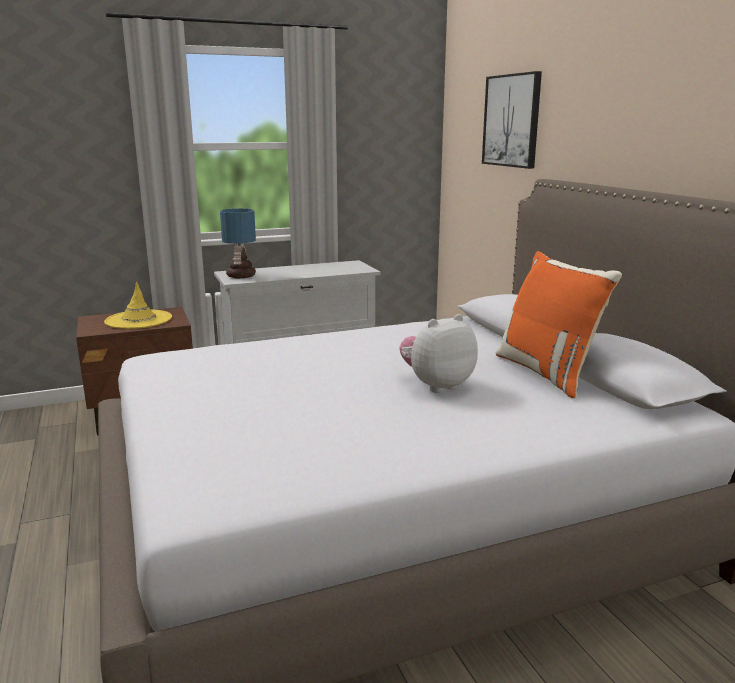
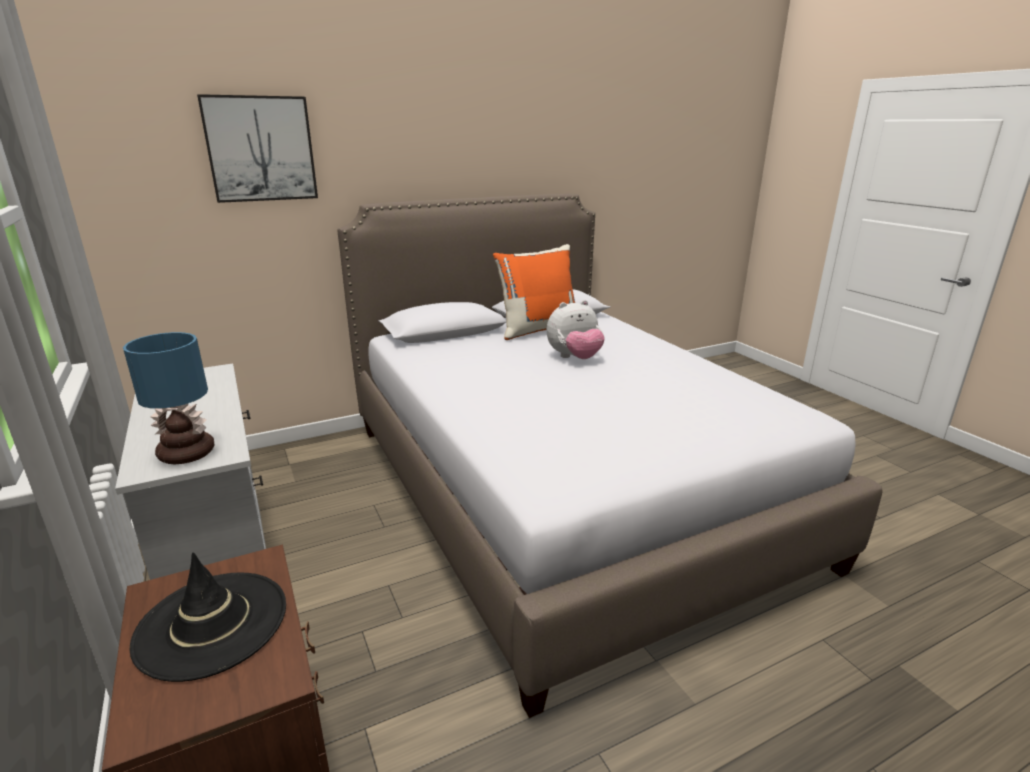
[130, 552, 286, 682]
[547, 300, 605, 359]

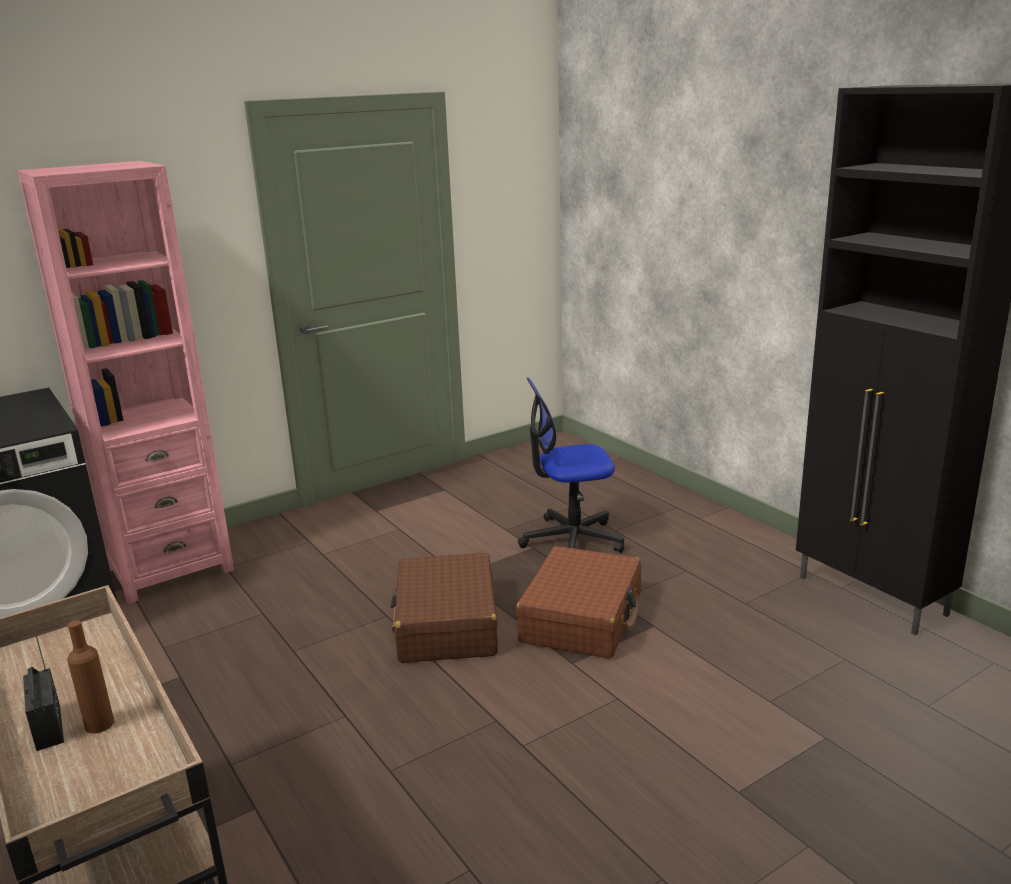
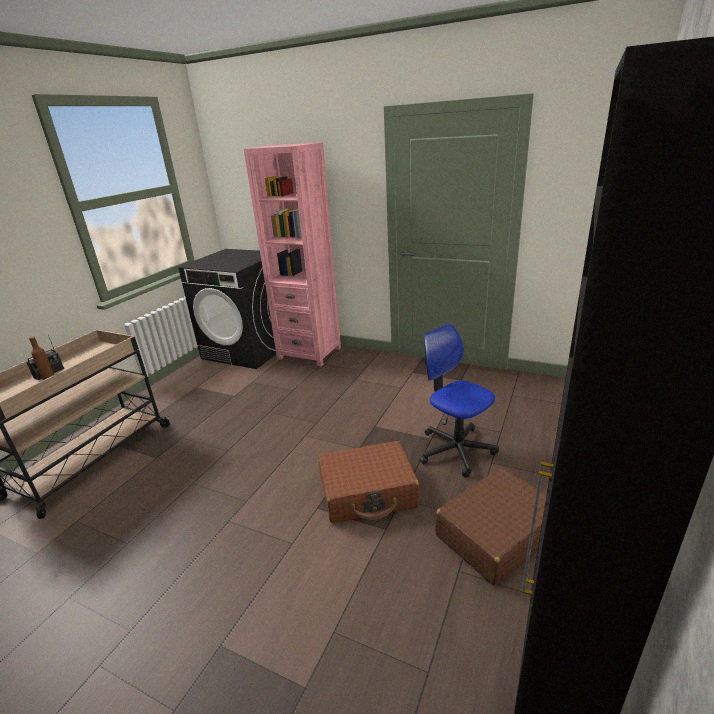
[435, 468, 546, 586]

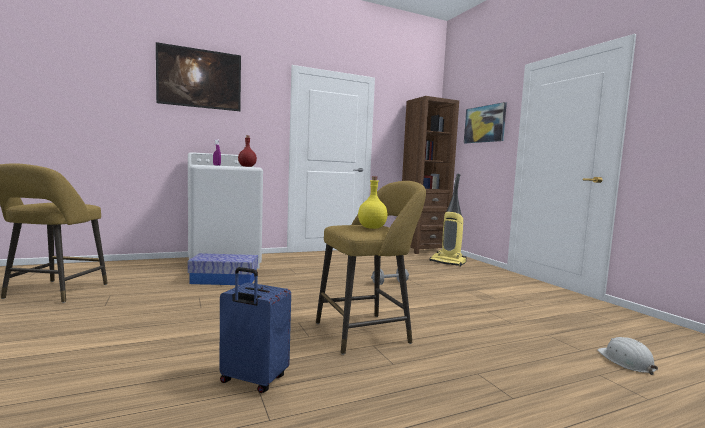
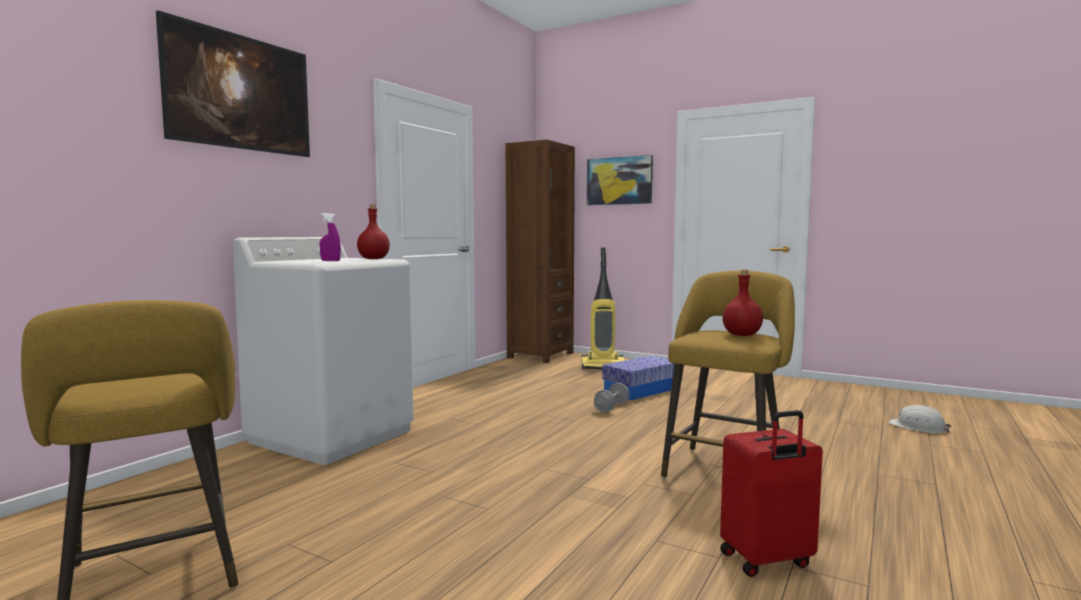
[602, 356, 674, 400]
[720, 410, 823, 577]
[722, 270, 763, 336]

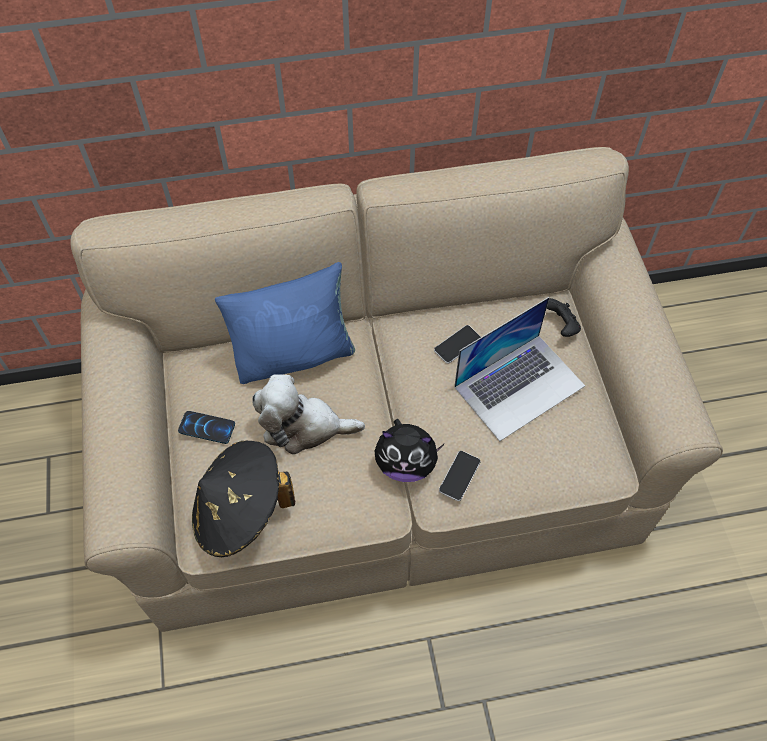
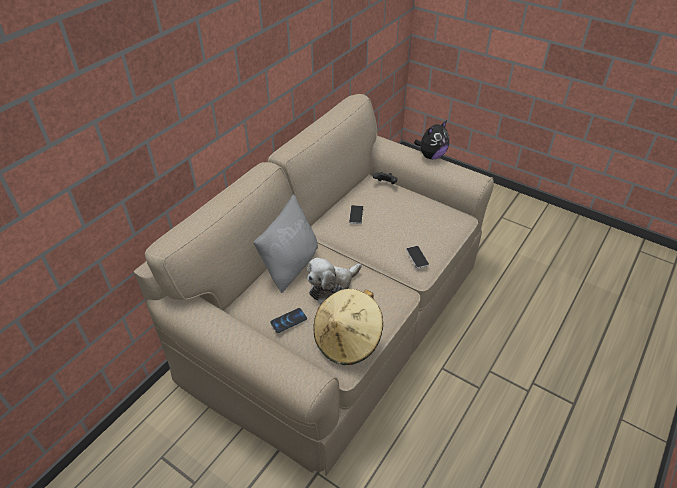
[454, 297, 585, 441] (first image)
[414, 120, 449, 159]
[314, 289, 383, 365]
[254, 195, 318, 293]

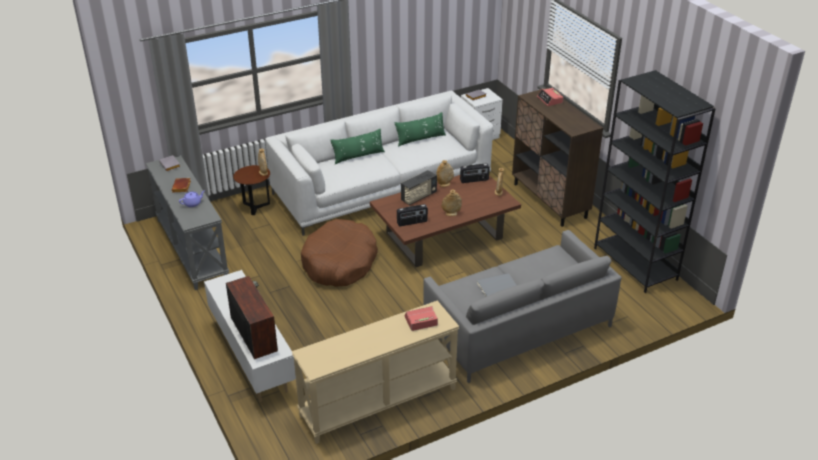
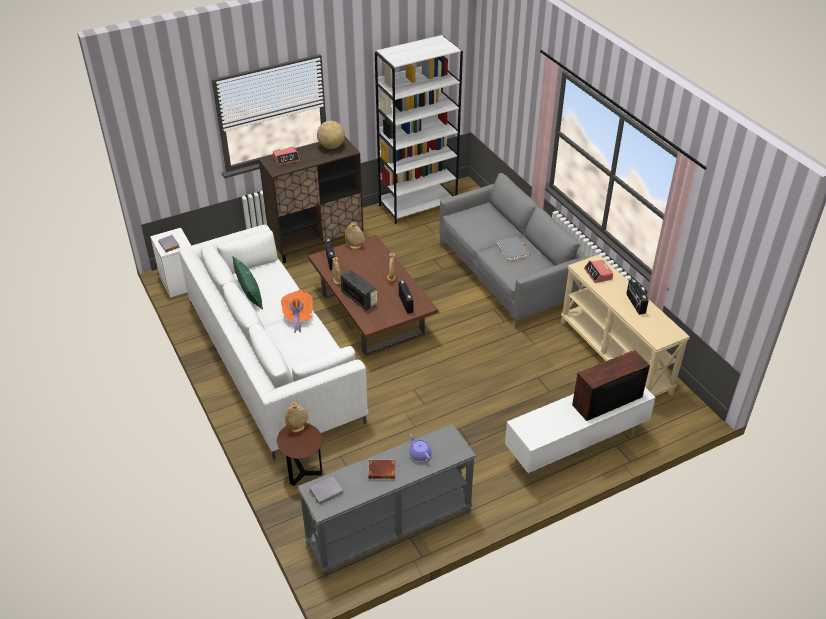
[301, 219, 378, 287] (first image)
[330, 128, 385, 164] (first image)
[281, 289, 313, 333]
[317, 121, 345, 149]
[626, 279, 649, 315]
[375, 35, 463, 224]

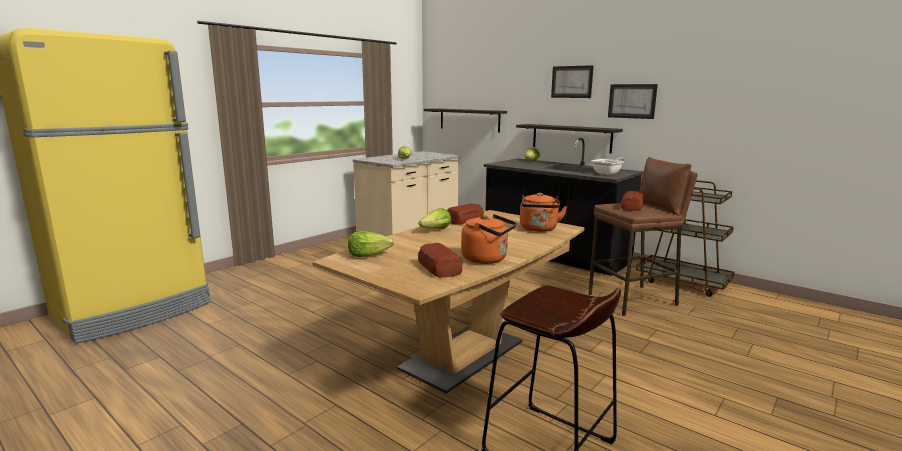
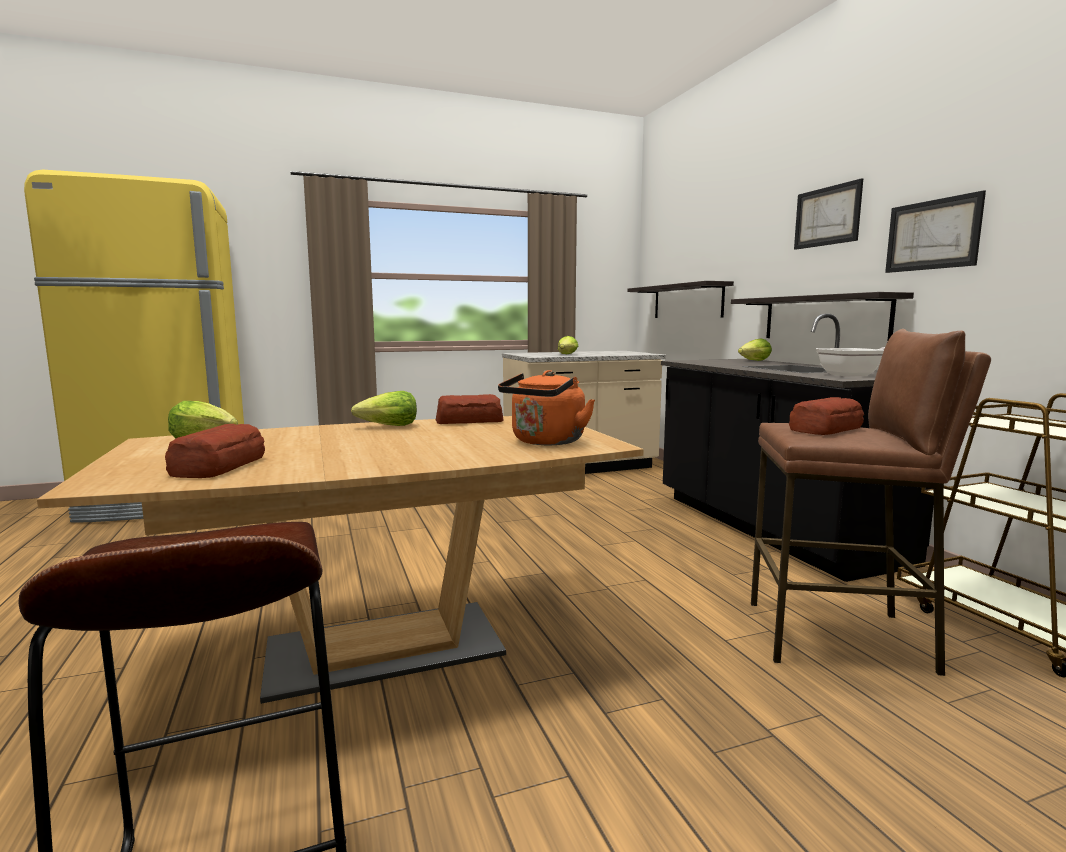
[461, 214, 516, 264] (first image)

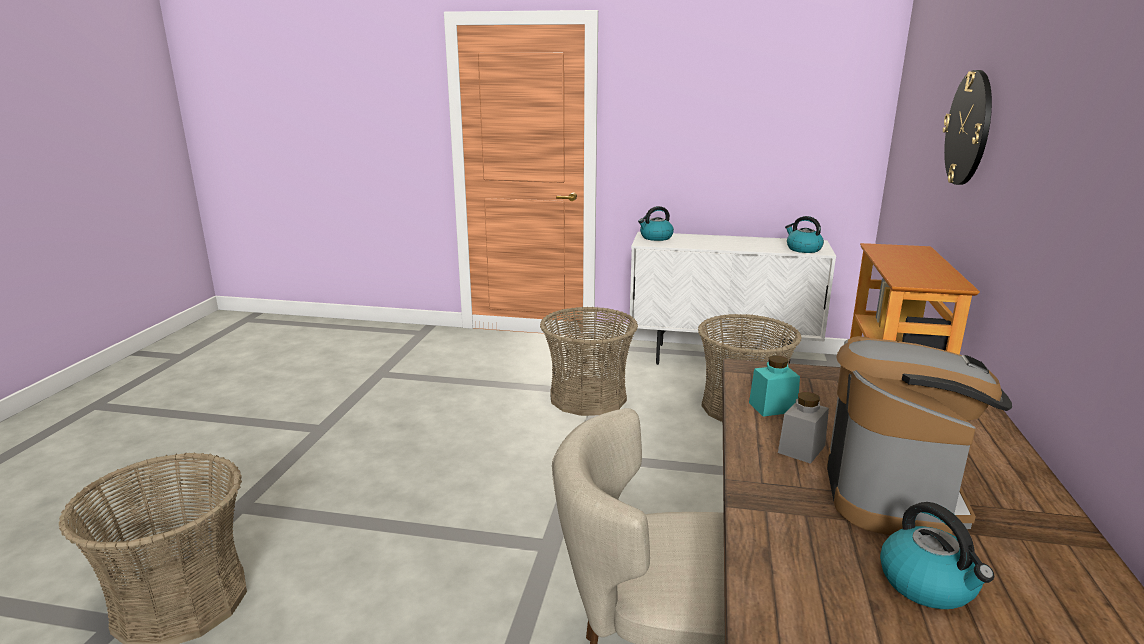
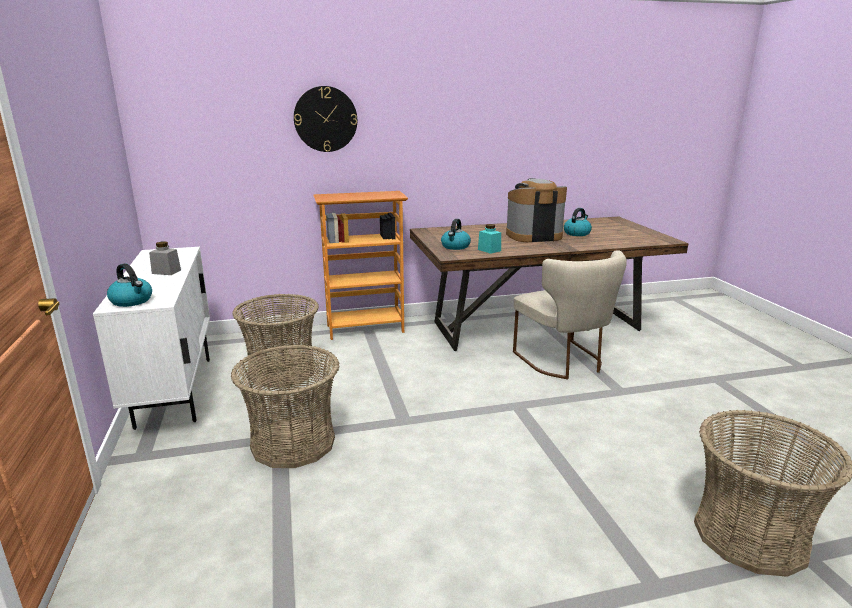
[149, 241, 181, 275]
[441, 219, 471, 250]

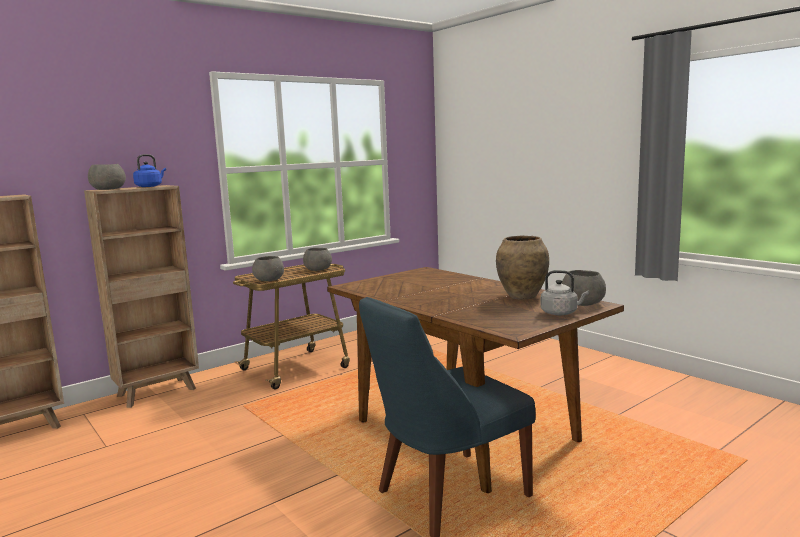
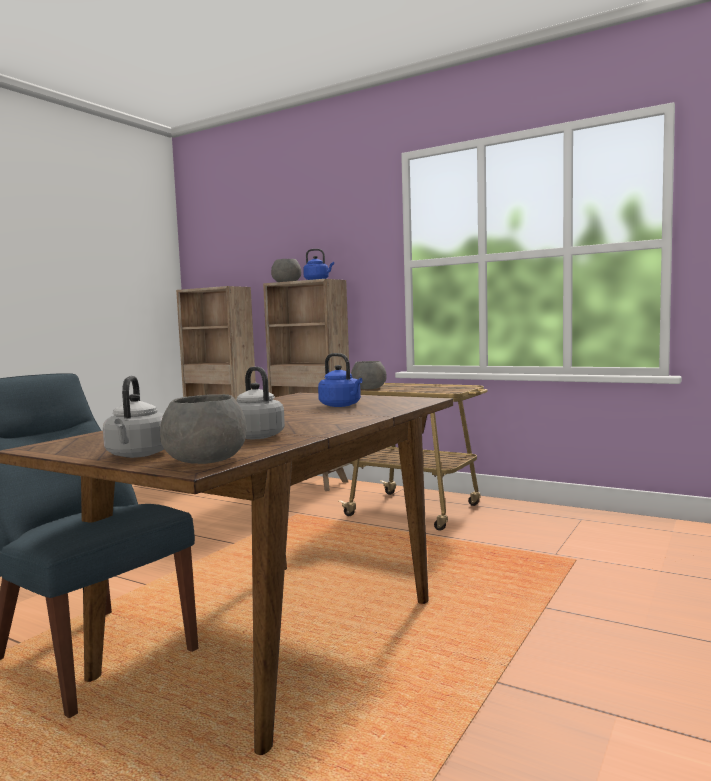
[303, 248, 332, 271] (first image)
[318, 353, 362, 407]
[236, 367, 285, 439]

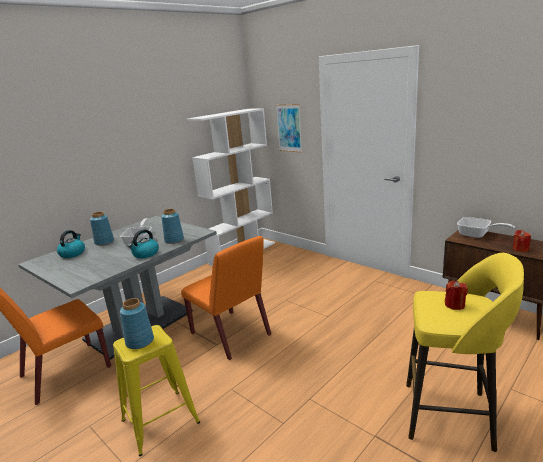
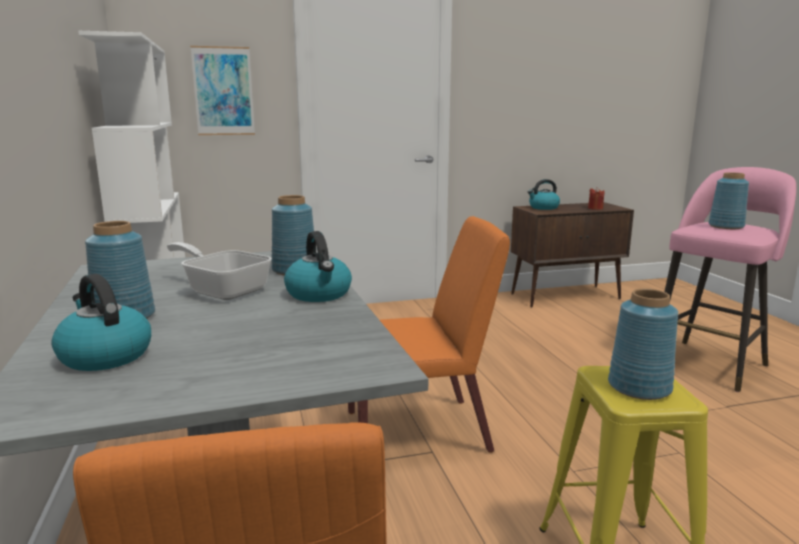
[708, 172, 749, 229]
[528, 179, 560, 210]
[664, 167, 796, 392]

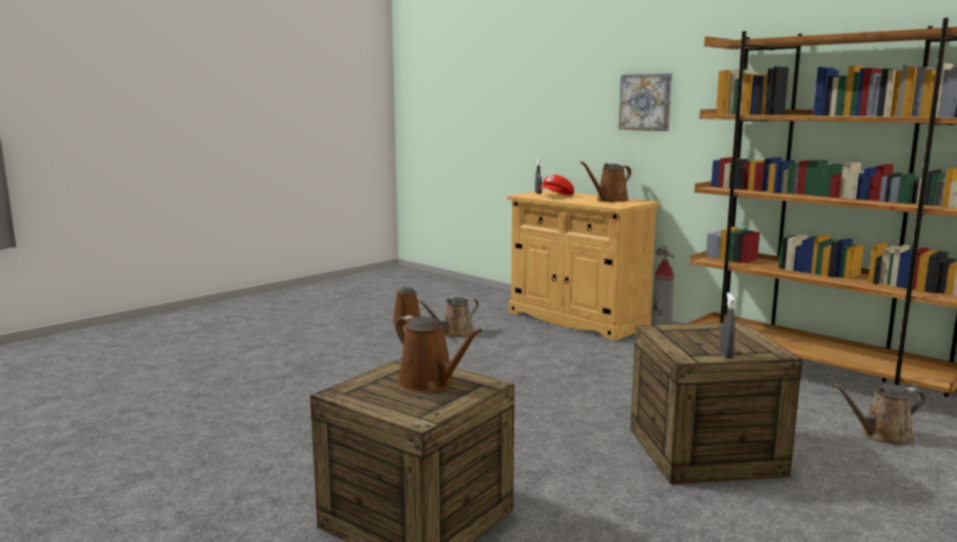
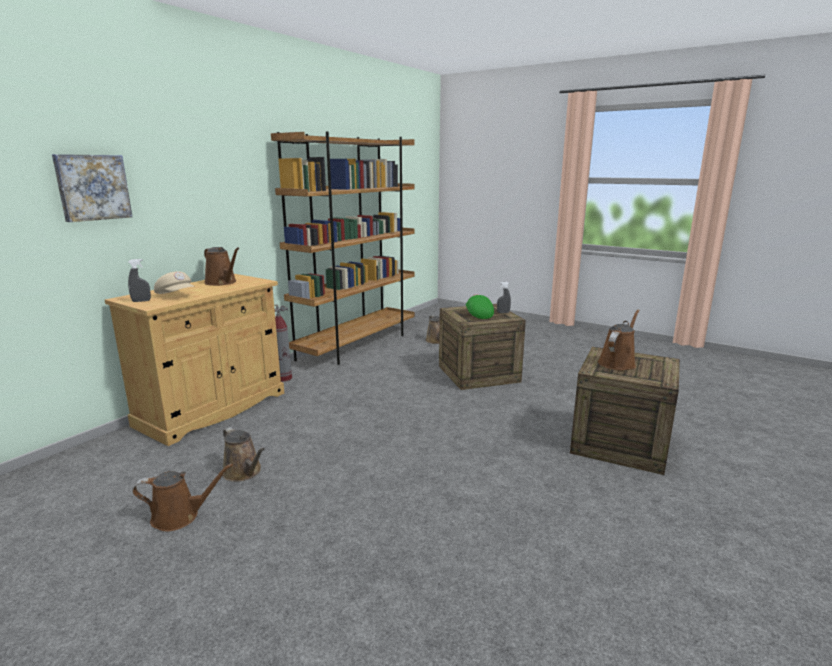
[466, 294, 494, 319]
[52, 154, 132, 222]
[154, 271, 195, 294]

